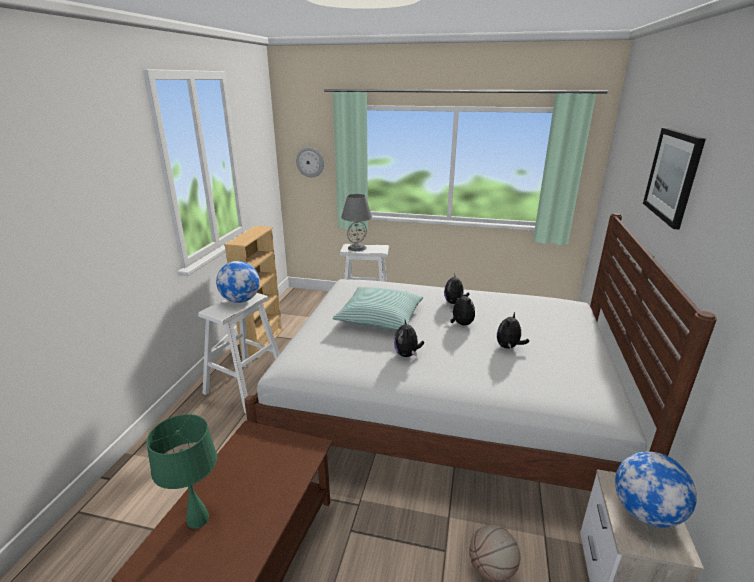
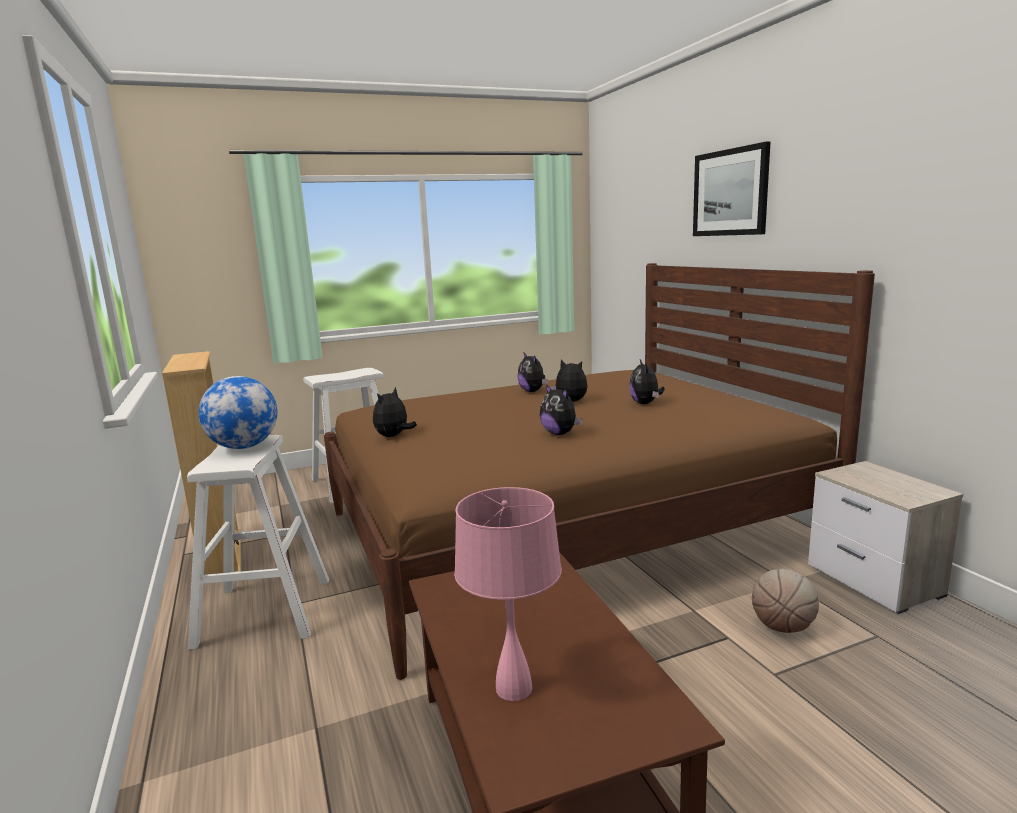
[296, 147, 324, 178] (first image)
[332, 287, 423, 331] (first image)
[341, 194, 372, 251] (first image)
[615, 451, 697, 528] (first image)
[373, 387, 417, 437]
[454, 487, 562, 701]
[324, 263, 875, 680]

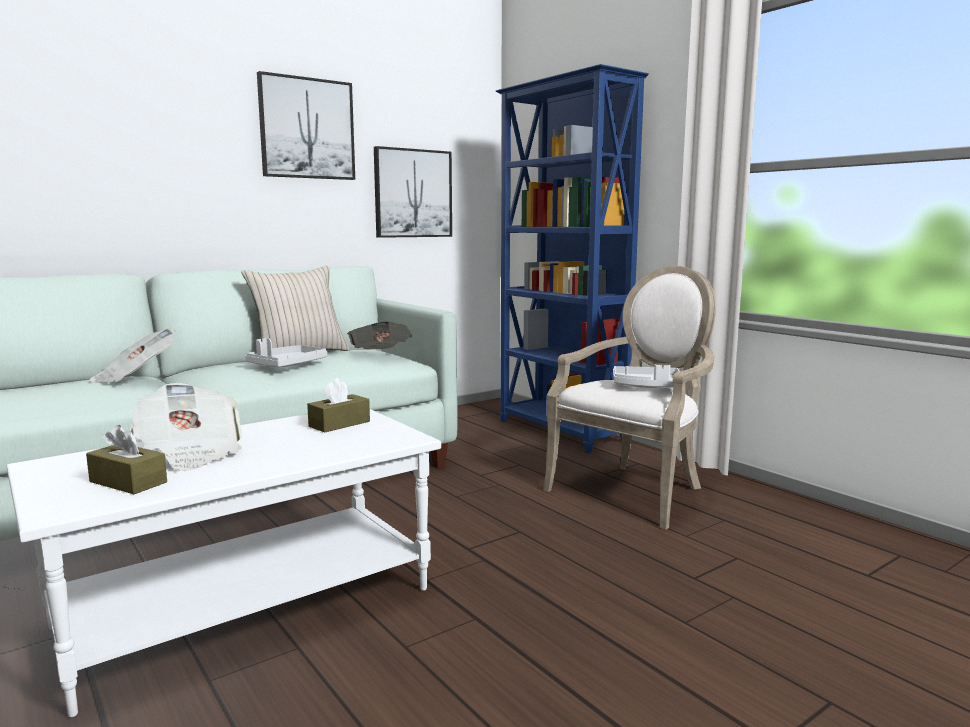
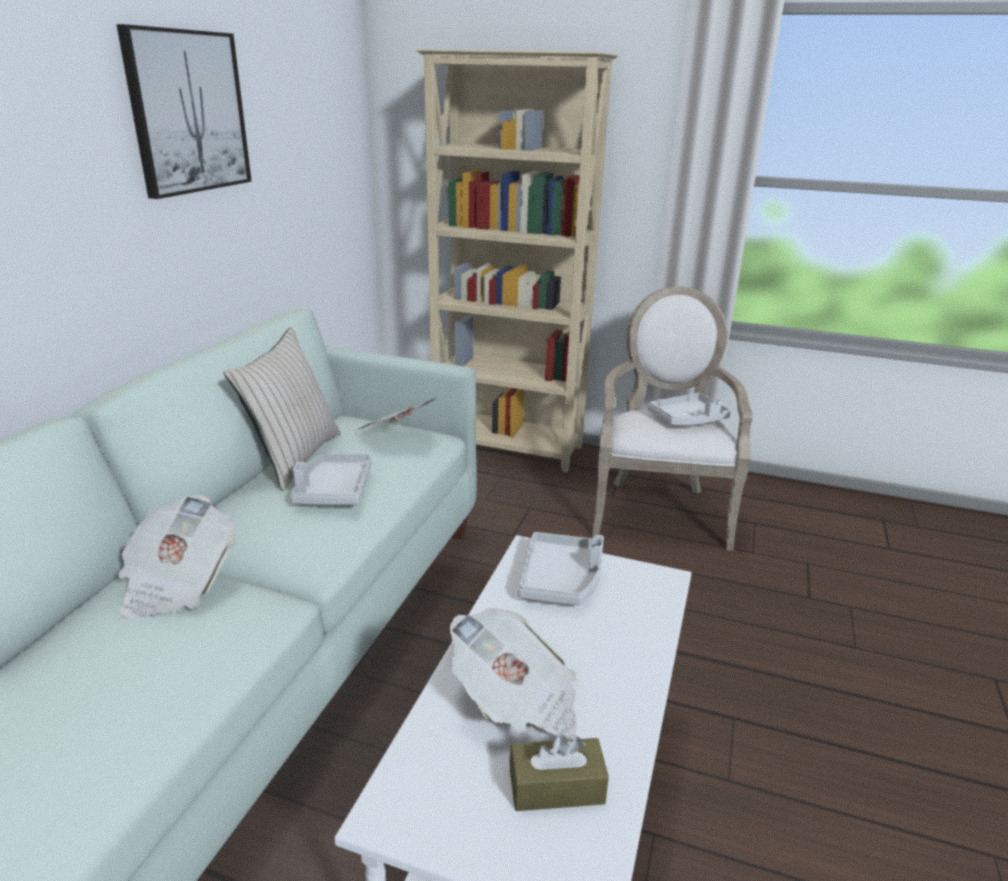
[374, 146, 452, 238] (first image)
[518, 532, 604, 605]
[416, 49, 618, 473]

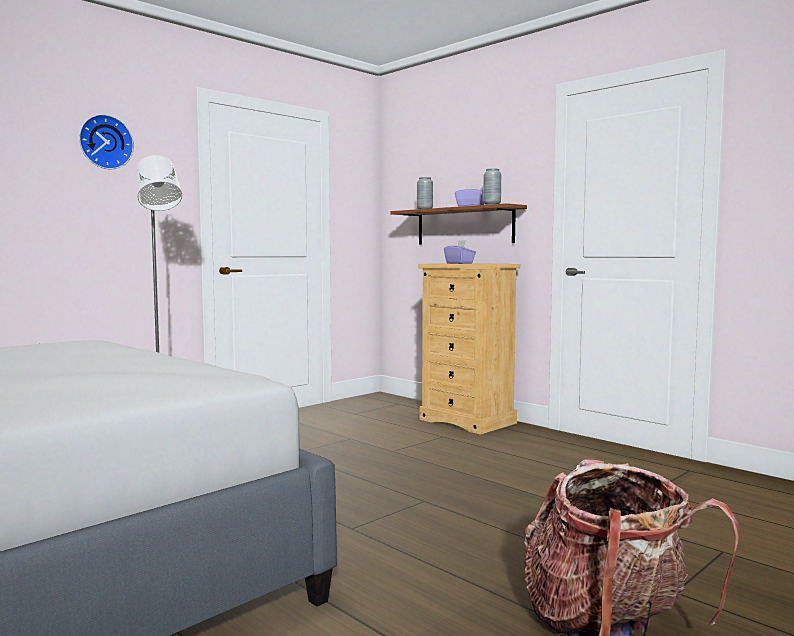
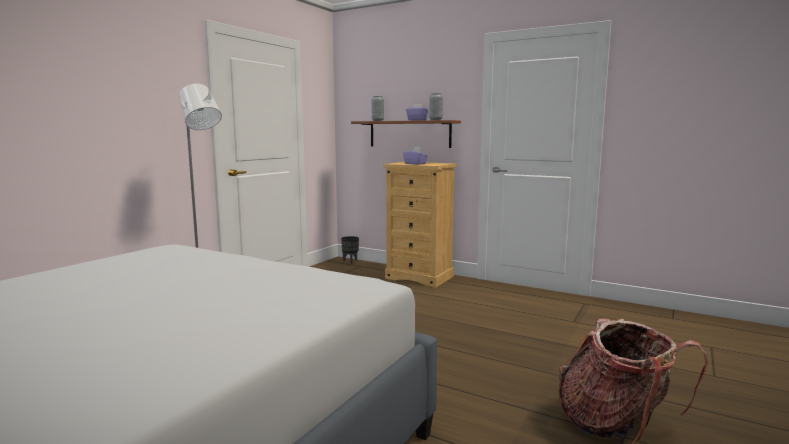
[79, 114, 134, 169] (first image)
[341, 236, 359, 264]

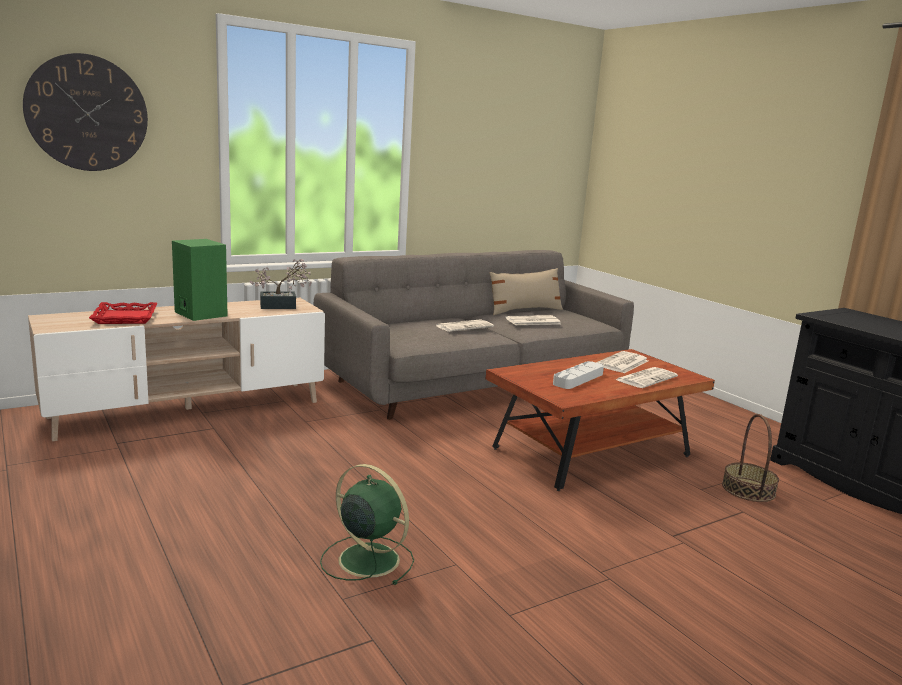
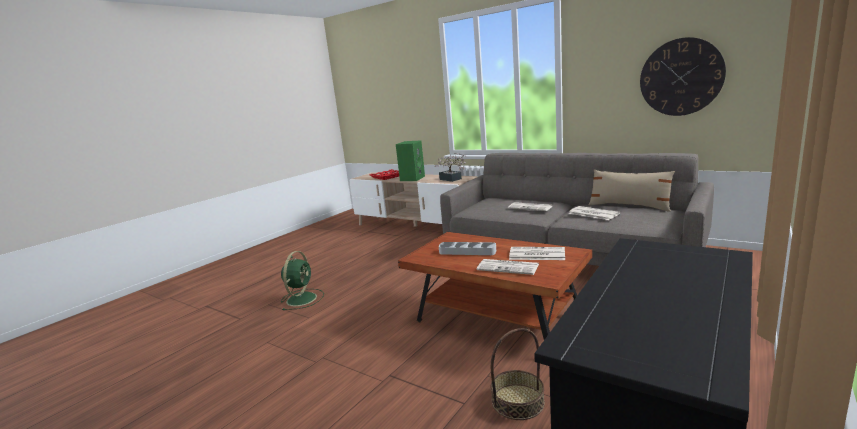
[640, 37, 726, 116]

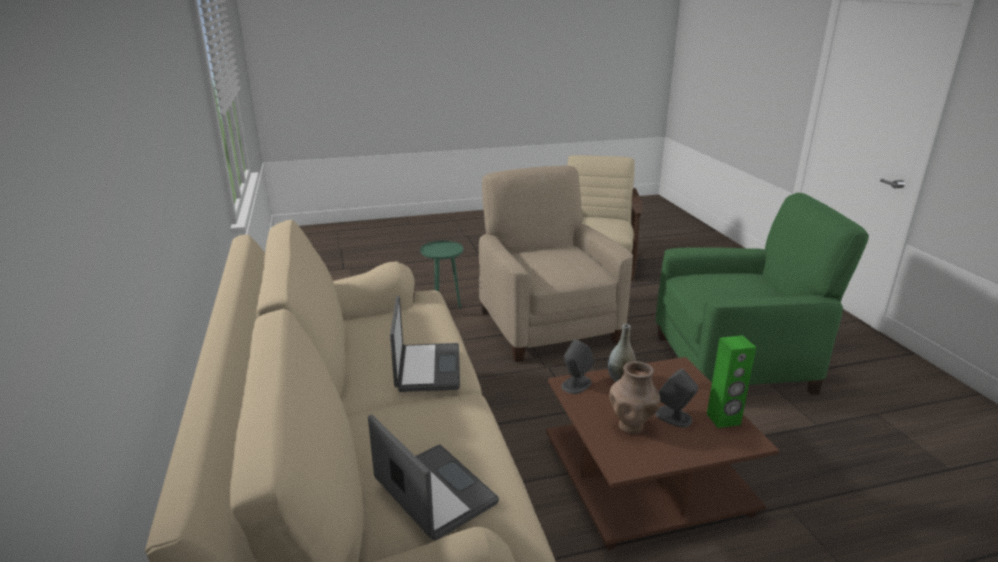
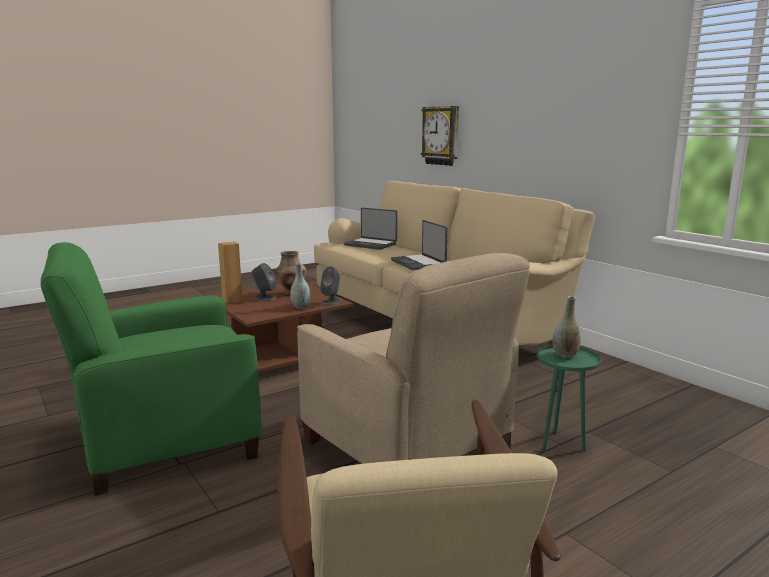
[421, 106, 459, 166]
[553, 296, 581, 358]
[218, 241, 243, 304]

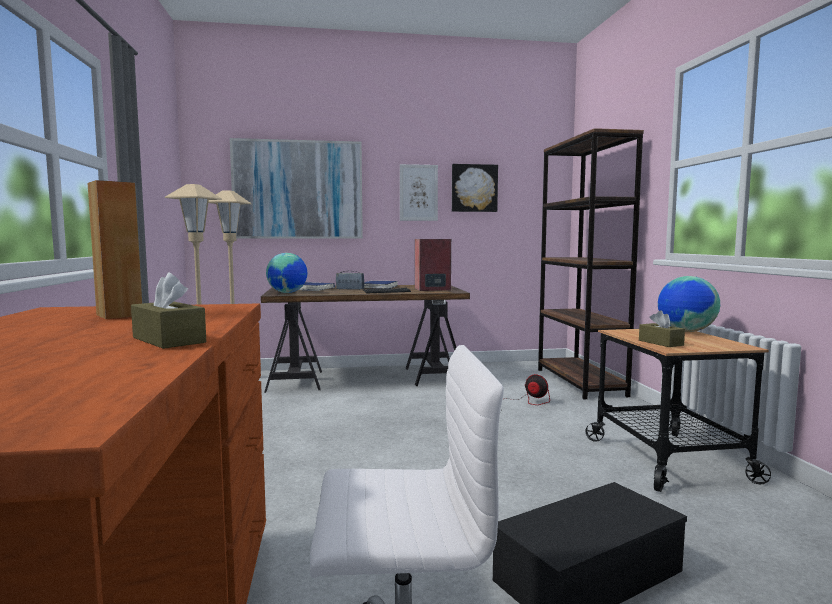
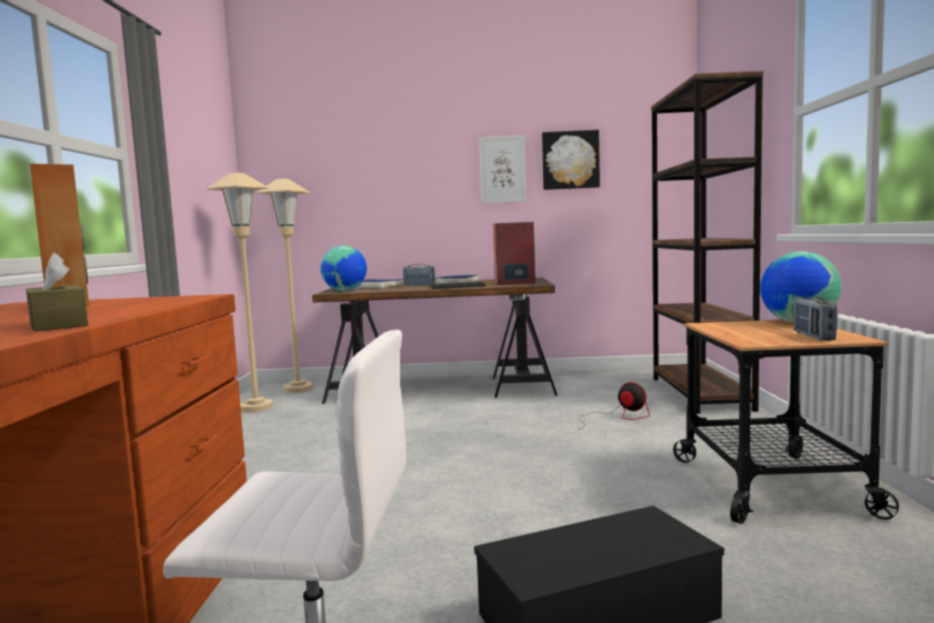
[230, 138, 363, 238] (first image)
[639, 310, 685, 347] (first image)
[794, 296, 838, 341]

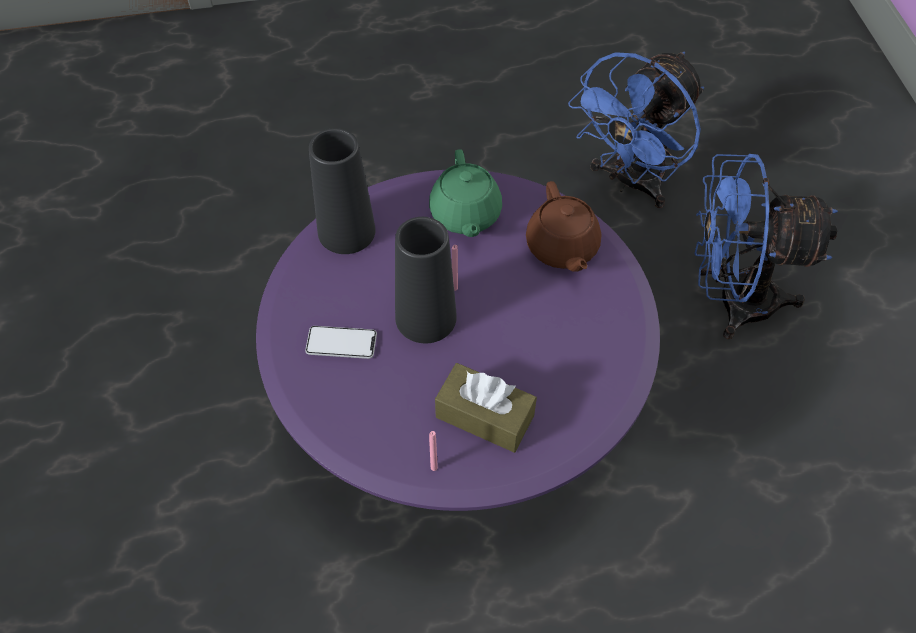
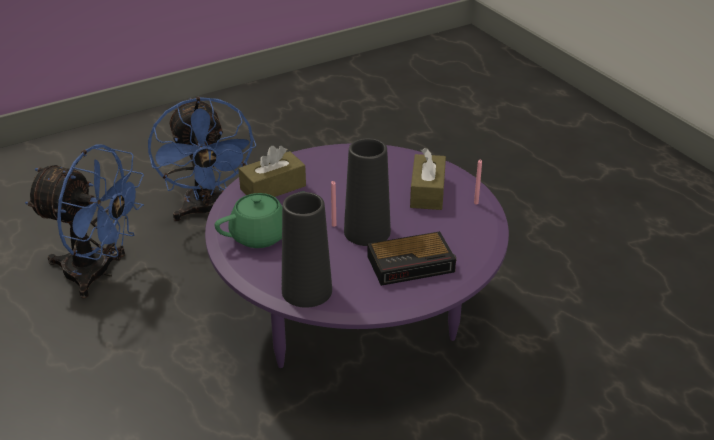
[368, 231, 456, 286]
[238, 146, 306, 197]

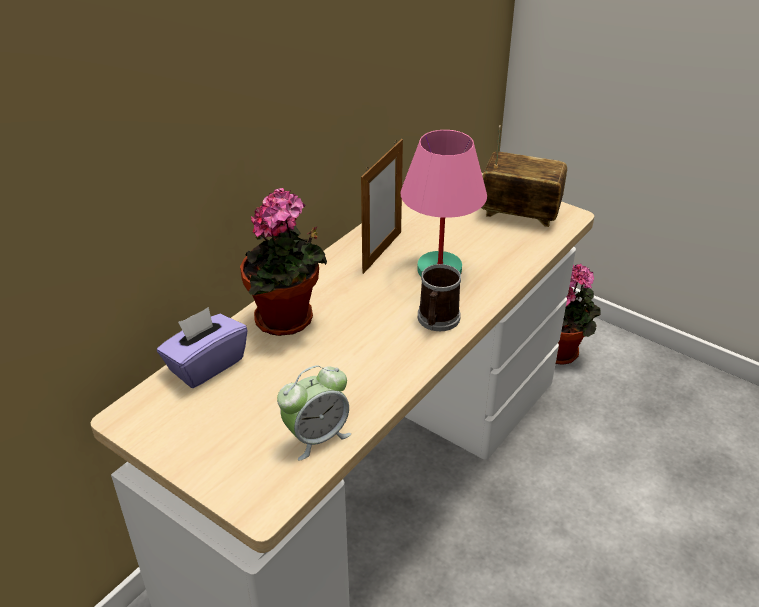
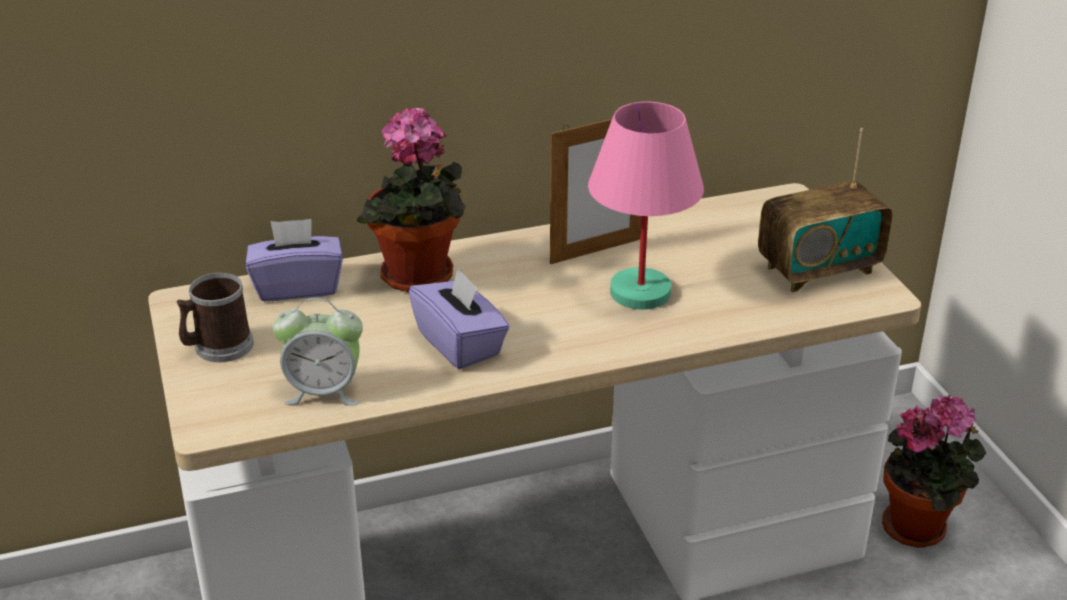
[409, 268, 510, 369]
[176, 273, 254, 362]
[758, 128, 892, 293]

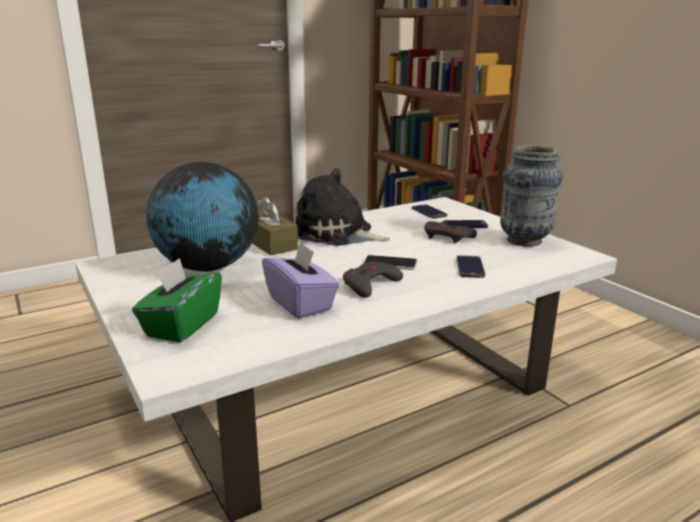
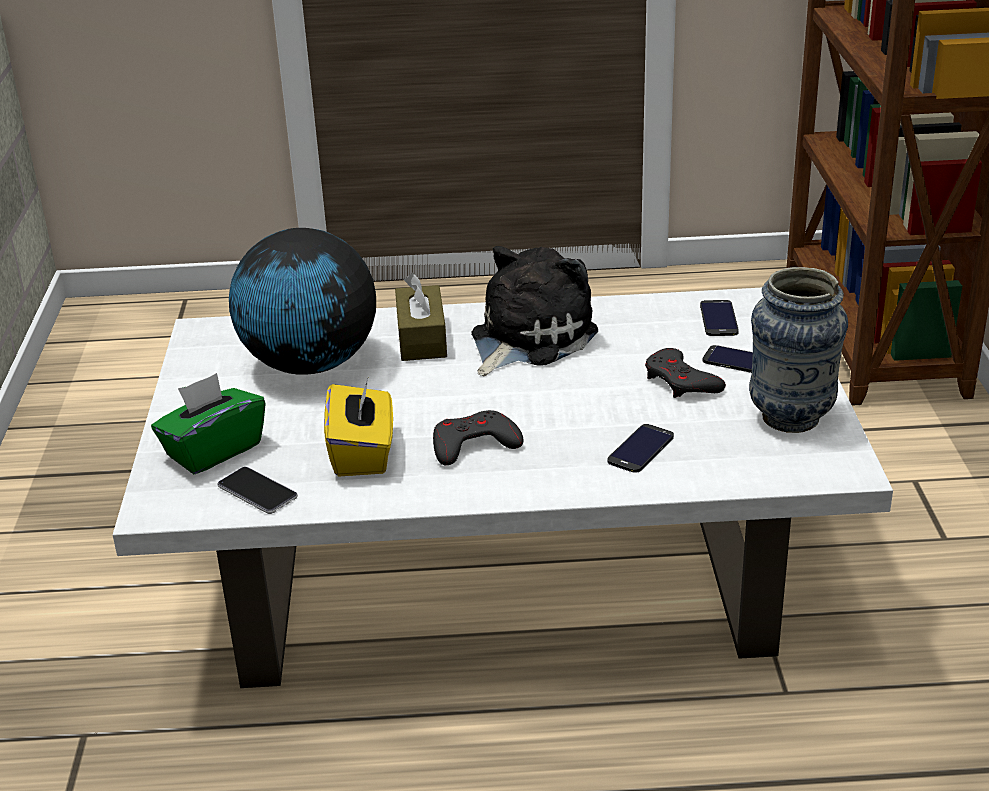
[218, 467, 298, 514]
[324, 379, 393, 476]
[471, 246, 598, 376]

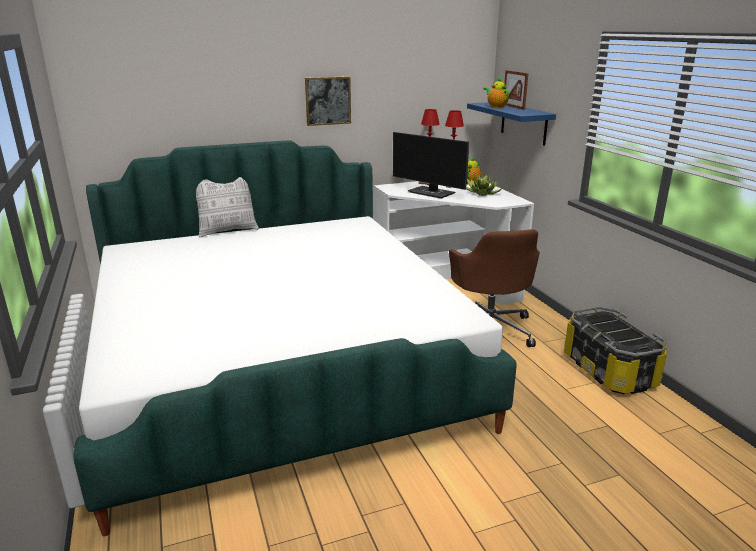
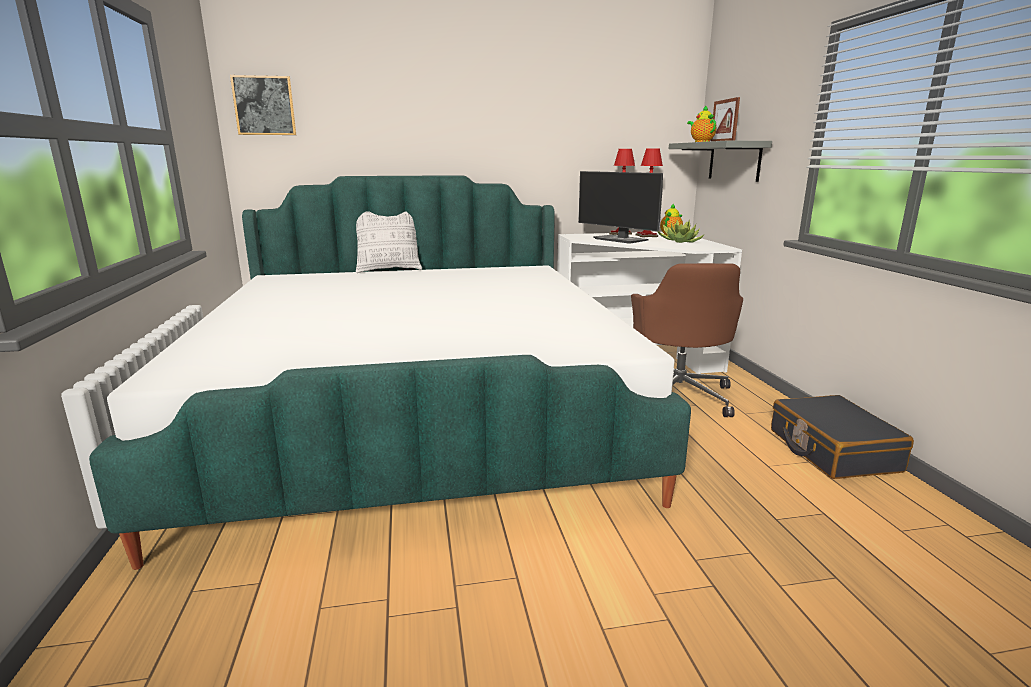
[230, 75, 296, 135]
[771, 395, 914, 479]
[669, 141, 772, 182]

